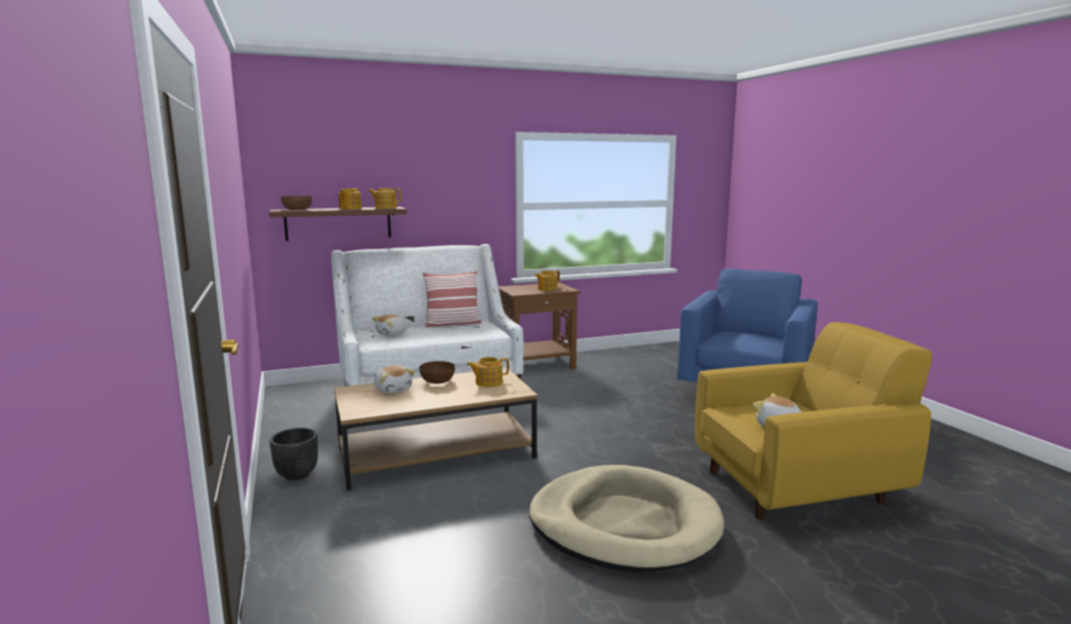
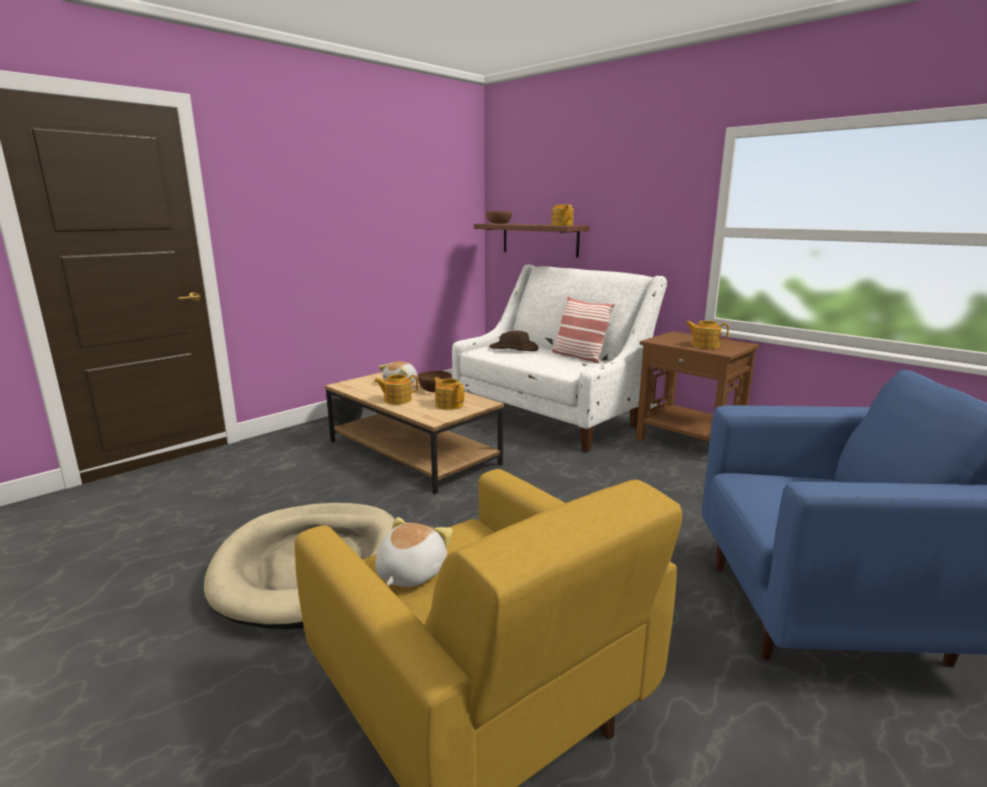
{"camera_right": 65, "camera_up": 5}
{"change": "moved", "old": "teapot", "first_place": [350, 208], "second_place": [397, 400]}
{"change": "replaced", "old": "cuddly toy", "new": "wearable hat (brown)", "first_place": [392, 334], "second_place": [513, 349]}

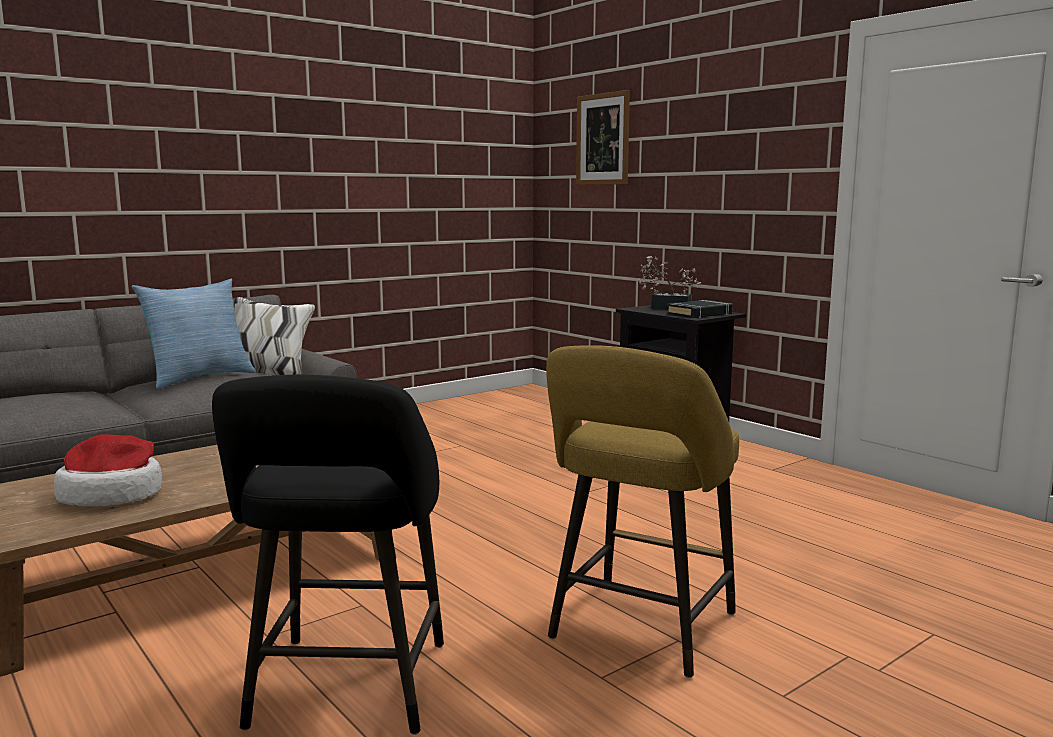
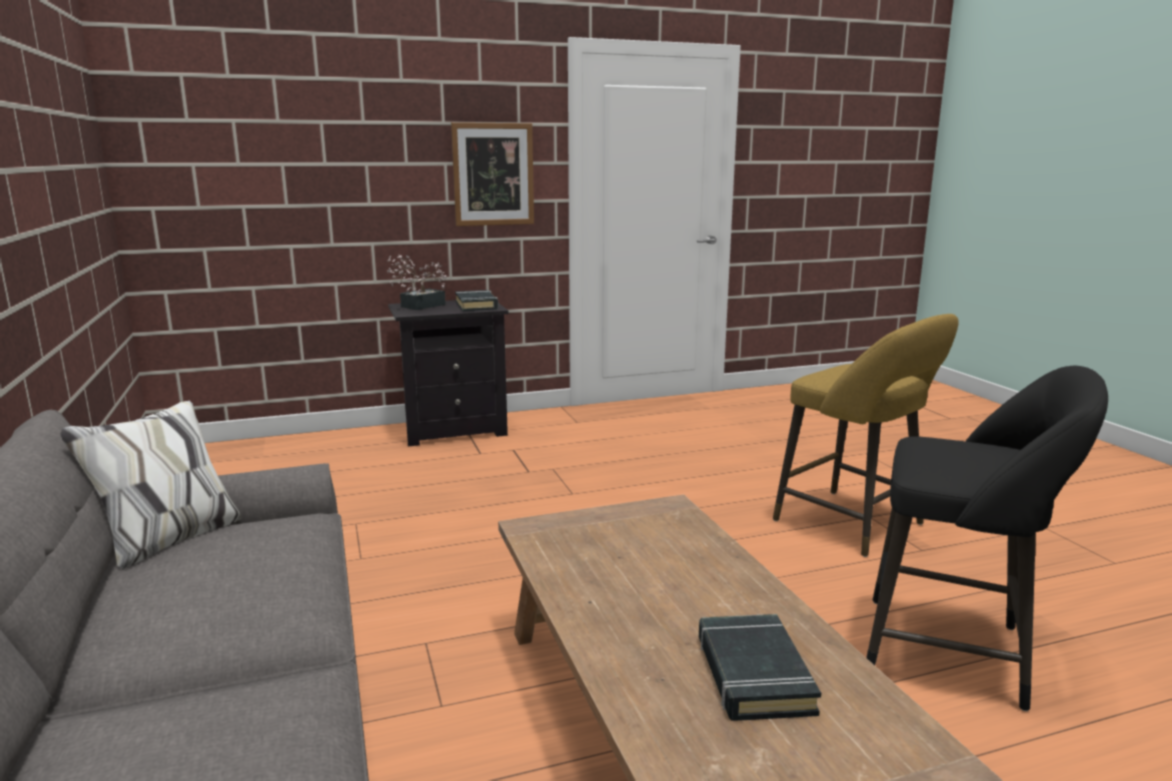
{"camera_right": -70, "camera_up": 5}
{"change": "removed", "old": "cushion", "first_place": [199, 378]}
{"change": "moved", "old": "wall picture", "first_place": [603, 139], "second_place": [493, 174]}
{"change": "replaced", "old": "wearable hat", "new": "book (blackish)", "first_place": [113, 495], "second_place": [753, 674]}

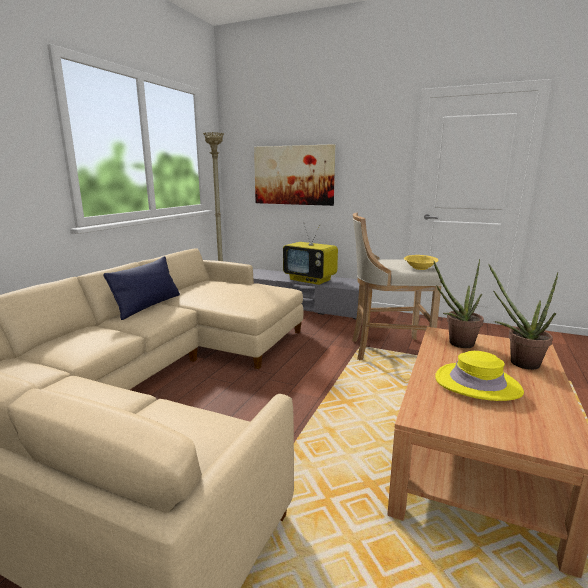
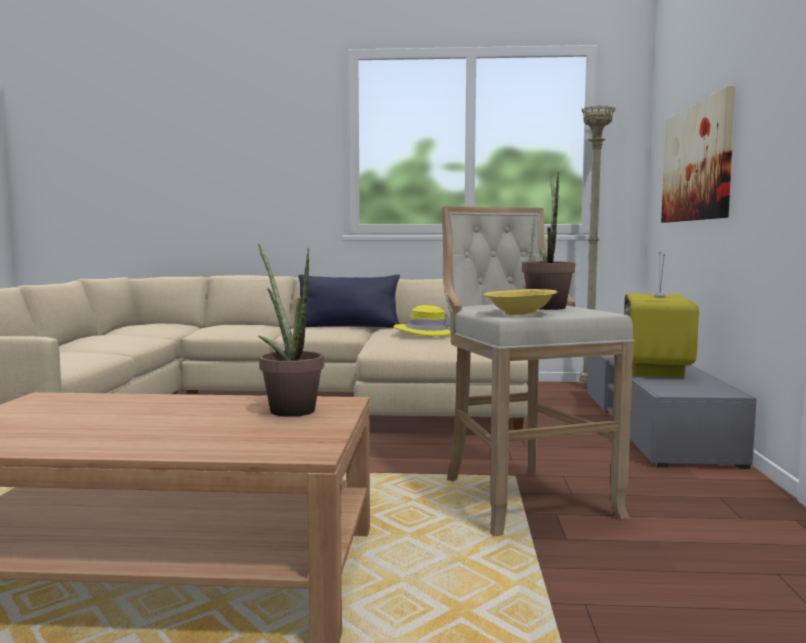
{"camera_right": 70, "camera_up": -10}
{"change": "moved", "old": "wearable hat (yellow)", "first_place": [477, 384], "second_place": [426, 332]}
{"change": "moved", "old": "plant in a pot", "first_place": [518, 362], "second_place": [547, 307]}

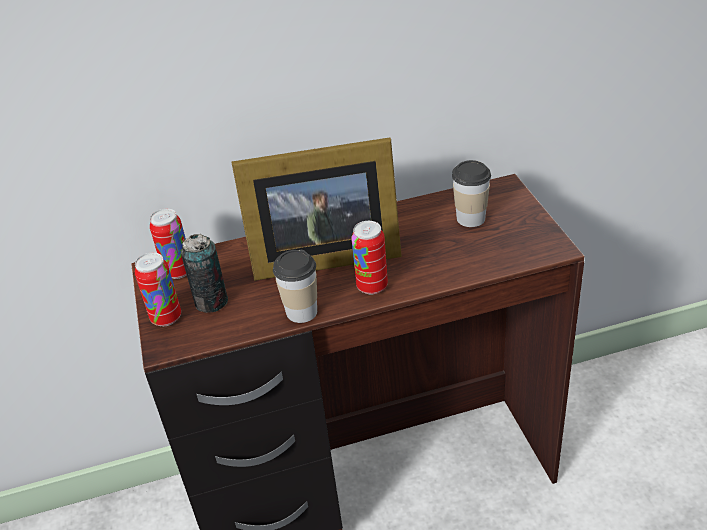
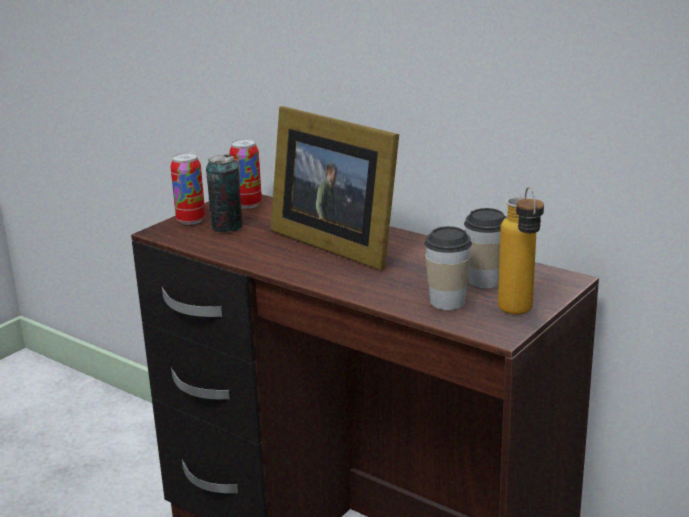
{"camera_right": 50, "camera_up": -15}
{"change": "removed", "old": "sealed can", "first_place": [372, 286]}
{"change": "added", "new": "beverage bottle", "second_place": [519, 314]}
{"change": "moved", "old": "small cup", "first_place": [301, 312], "second_place": [447, 302]}

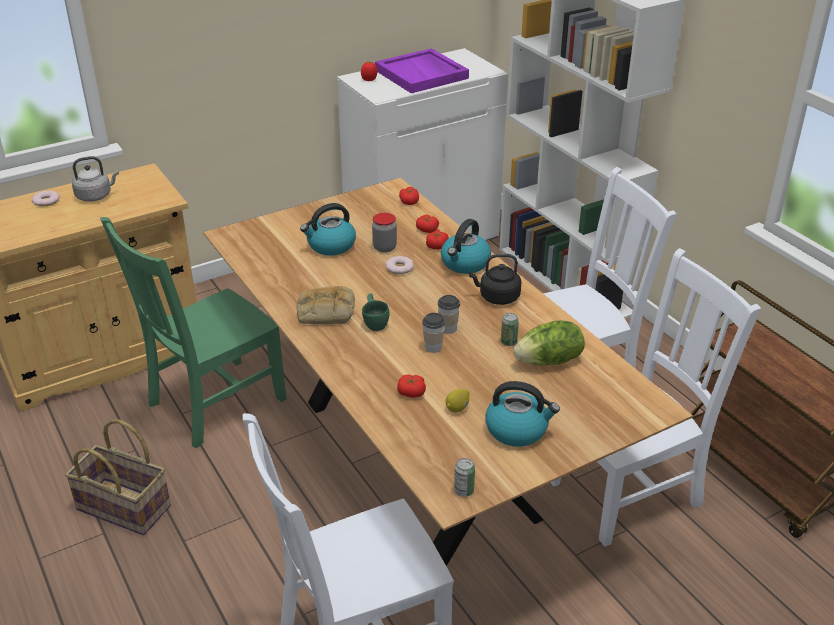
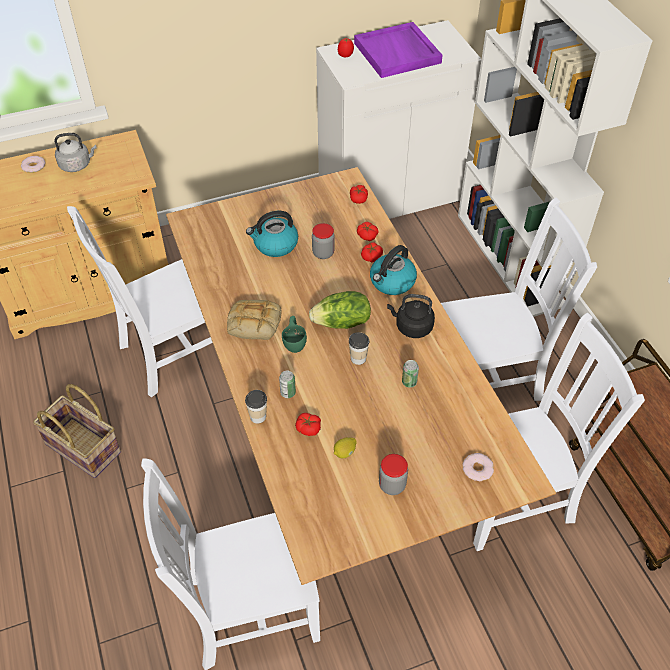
{"camera_right": 10, "camera_up": 15}
{"change": "moved", "old": "doughnut", "first_place": [399, 268], "second_place": [477, 469]}
{"change": "moved", "old": "small cup", "first_place": [433, 347], "second_place": [258, 416]}
{"change": "moved", "old": "sealed can", "first_place": [464, 491], "second_place": [288, 393]}
{"change": "moved", "old": "head of lettuce", "first_place": [549, 361], "second_place": [342, 323]}
{"change": "replaced", "old": "kettle", "new": "jar", "first_place": [517, 429], "second_place": [392, 485]}
{"change": "recoloured", "old": "plain chair (greenish)", "new": "plain chair (white)", "first_place": [212, 403], "second_place": [172, 353]}

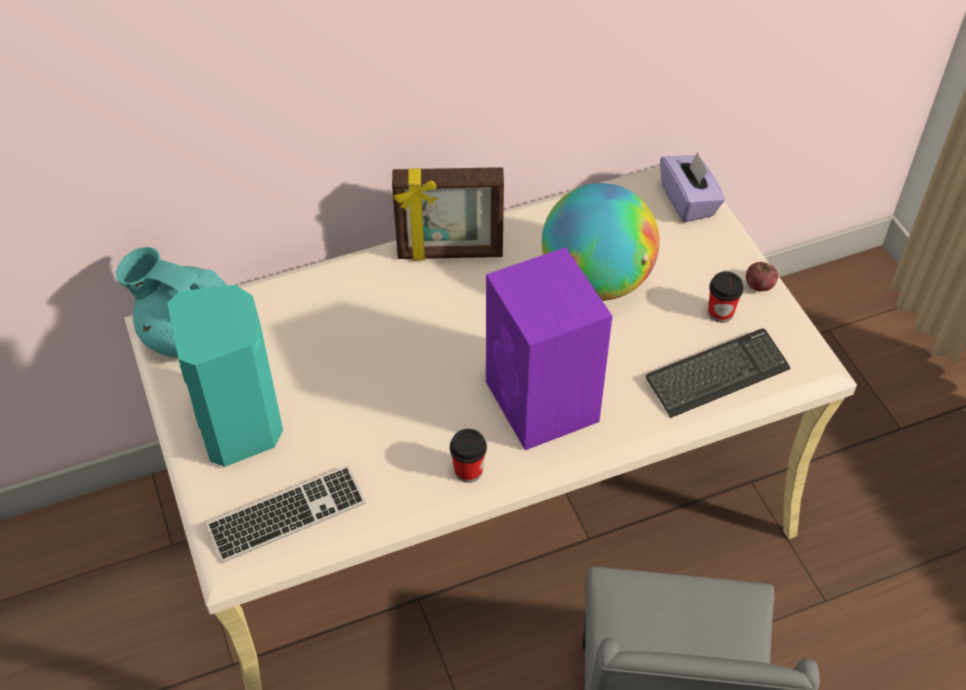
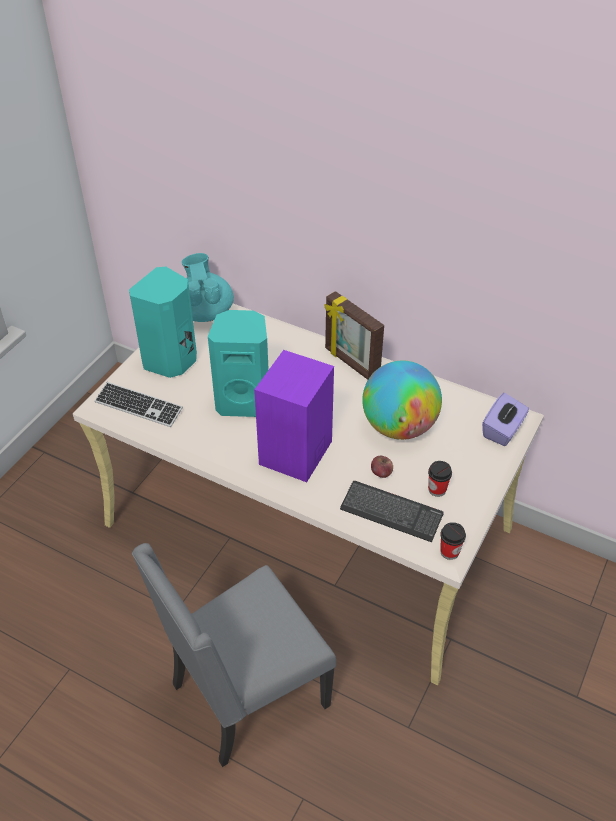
{"camera_right": 50, "camera_up": -5}
{"change": "added", "new": "speaker (turquoise)", "second_place": [244, 401]}
{"change": "moved", "old": "small cup", "first_place": [468, 471], "second_place": [449, 551]}
{"change": "moved", "old": "whole apple", "first_place": [759, 285], "second_place": [381, 472]}

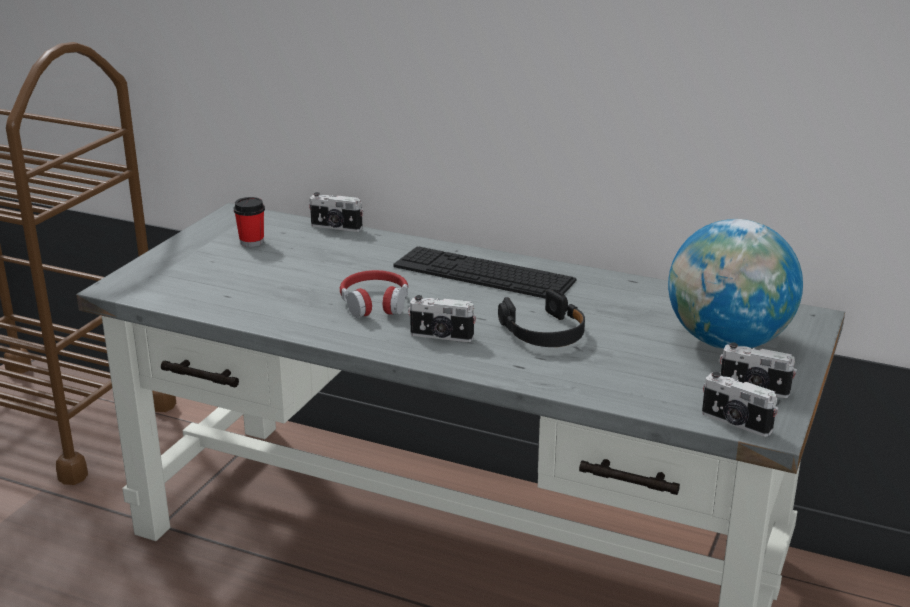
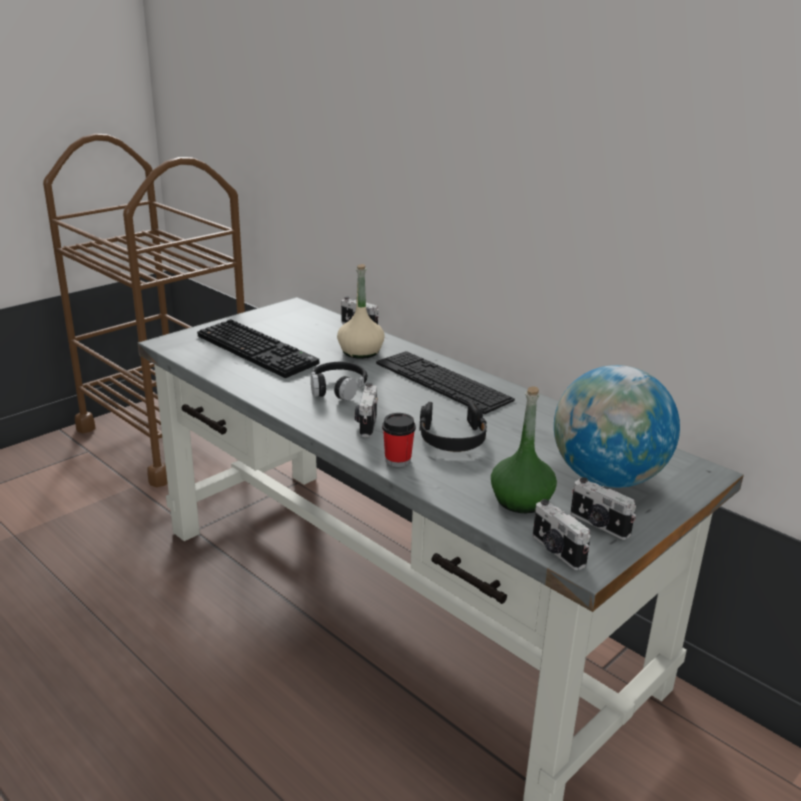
{"camera_right": 20, "camera_up": 0}
{"change": "added", "new": "keyboard", "second_place": [259, 350]}
{"change": "added", "new": "beverage bottle (beige)", "second_place": [360, 352]}
{"change": "added", "new": "beverage bottle (greenish)", "second_place": [521, 500]}
{"change": "moved", "old": "small cup", "first_place": [252, 242], "second_place": [398, 460]}
{"change": "recoloured", "old": "pair of headphones (red-coloured)", "new": "pair of headphones (blackish)", "first_place": [375, 303], "second_place": [337, 388]}
{"change": "turned", "old": "still camera", "first_place": [441, 337], "second_place": [366, 424], "degrees": 60}

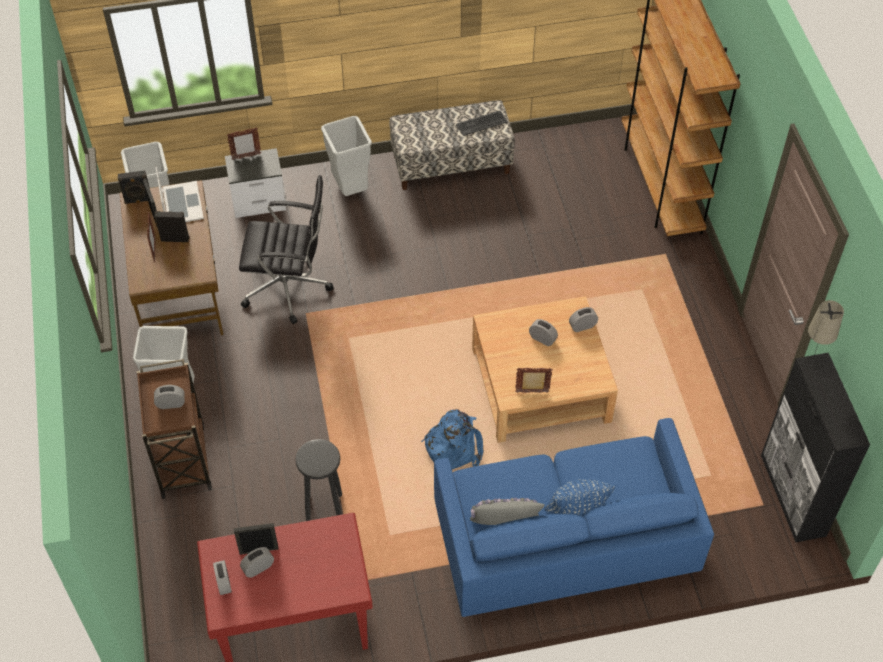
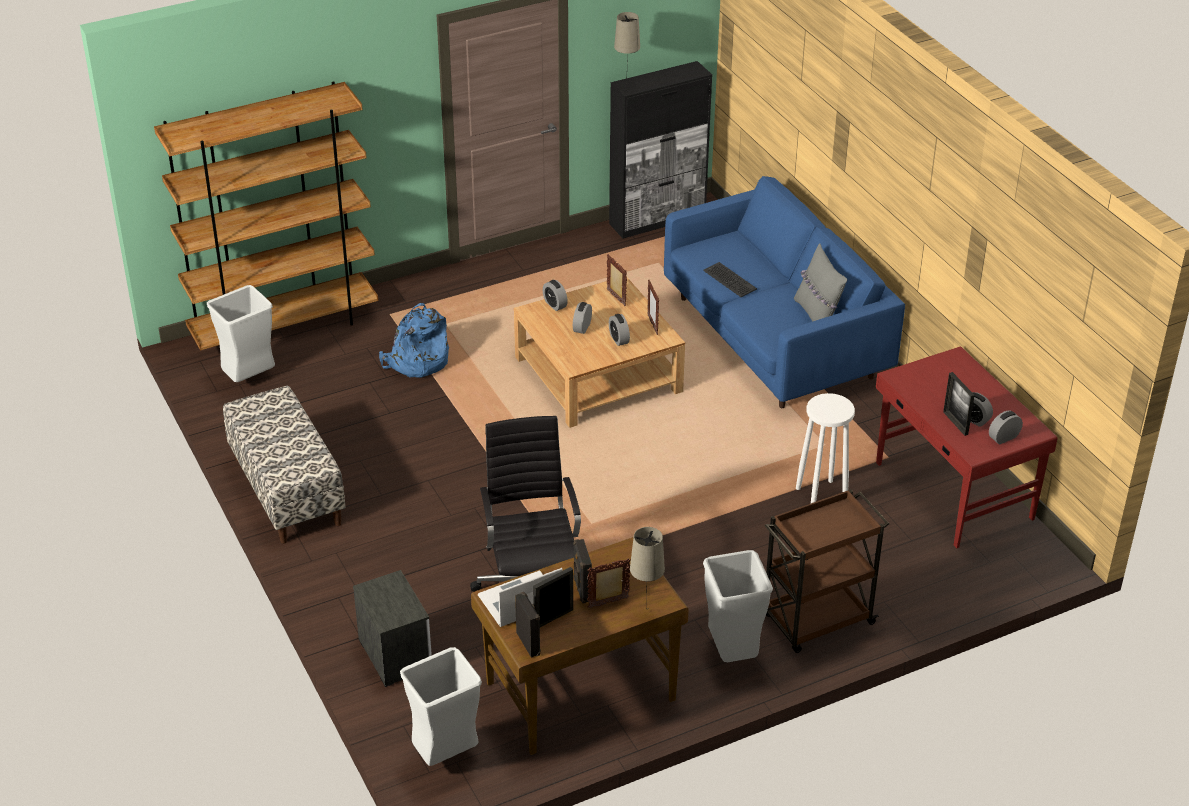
{"camera_right": -105, "camera_up": -15}
{"change": "removed", "old": "cushion (blue-coloured)", "first_place": [576, 510]}
{"change": "added", "new": "lamp for a table (beige)", "second_place": [646, 614]}
{"change": "moved", "old": "bedside clock", "first_place": [171, 404], "second_place": [619, 339]}
{"change": "moved", "old": "photo frame", "first_place": [246, 157], "second_place": [616, 298]}
{"change": "moved", "old": "waste bin (greyish)", "first_place": [350, 189], "second_place": [250, 379]}
{"change": "moved", "old": "backpack (blue-coloured)", "first_place": [454, 445], "second_place": [416, 361]}
{"change": "moved", "old": "keyboard", "first_place": [481, 123], "second_place": [729, 280]}
{"change": "recoloured", "old": "sitting stool (blackish)", "new": "sitting stool (white)", "first_place": [325, 510], "second_place": [821, 495]}

